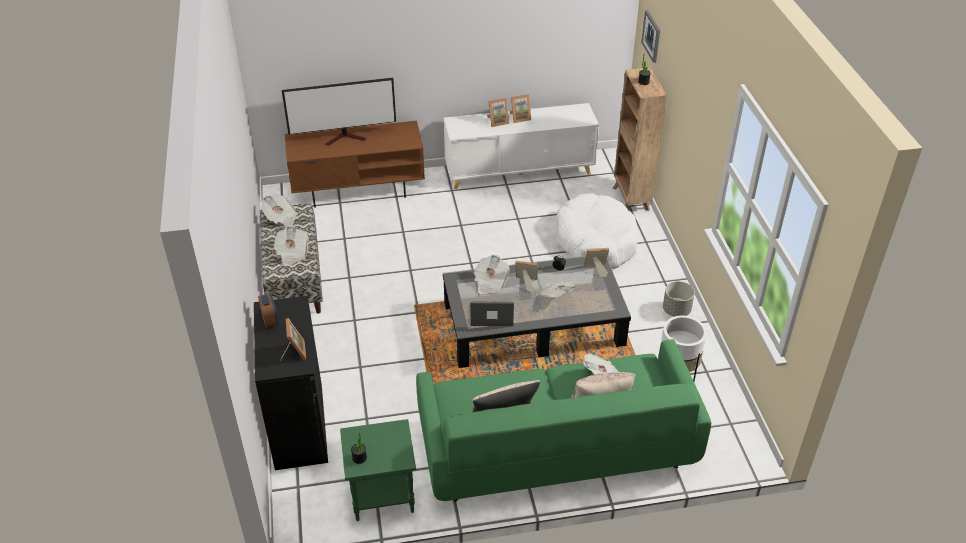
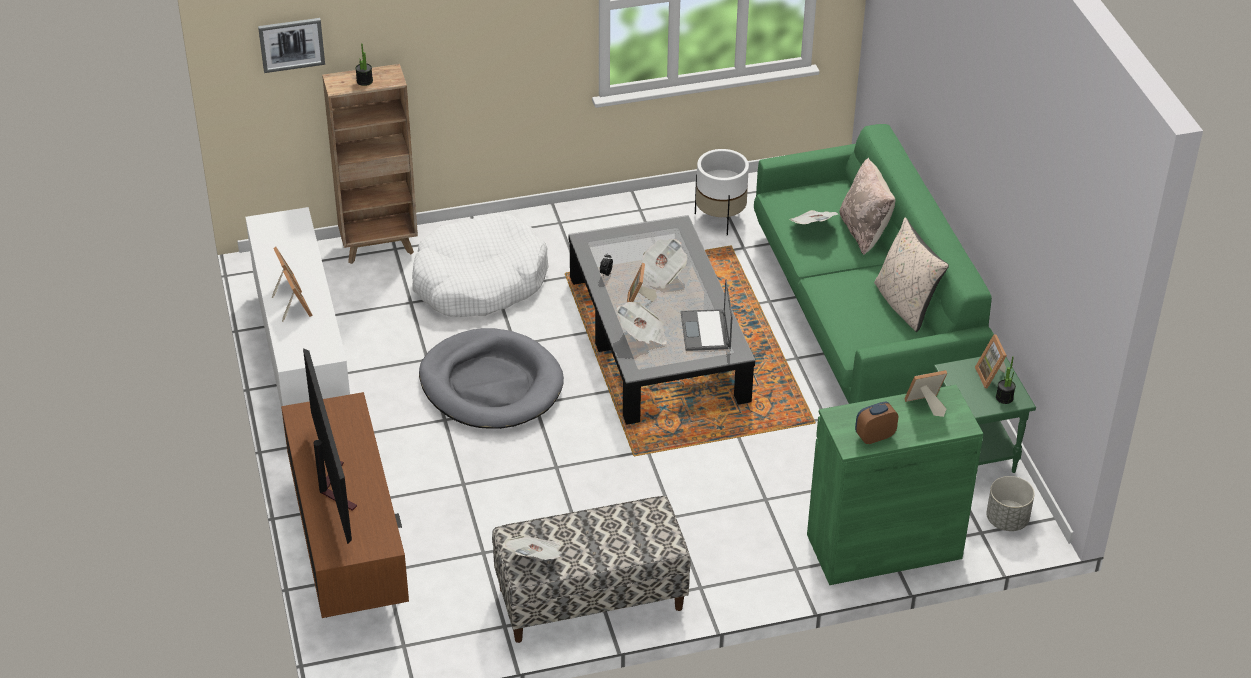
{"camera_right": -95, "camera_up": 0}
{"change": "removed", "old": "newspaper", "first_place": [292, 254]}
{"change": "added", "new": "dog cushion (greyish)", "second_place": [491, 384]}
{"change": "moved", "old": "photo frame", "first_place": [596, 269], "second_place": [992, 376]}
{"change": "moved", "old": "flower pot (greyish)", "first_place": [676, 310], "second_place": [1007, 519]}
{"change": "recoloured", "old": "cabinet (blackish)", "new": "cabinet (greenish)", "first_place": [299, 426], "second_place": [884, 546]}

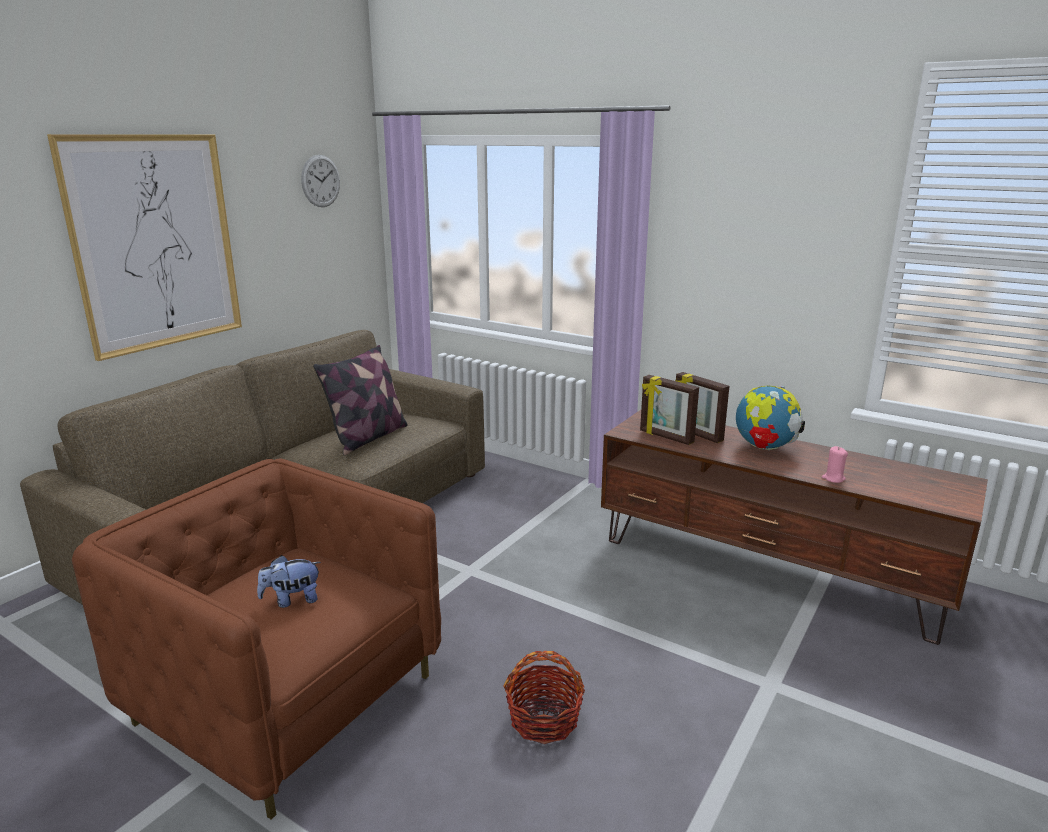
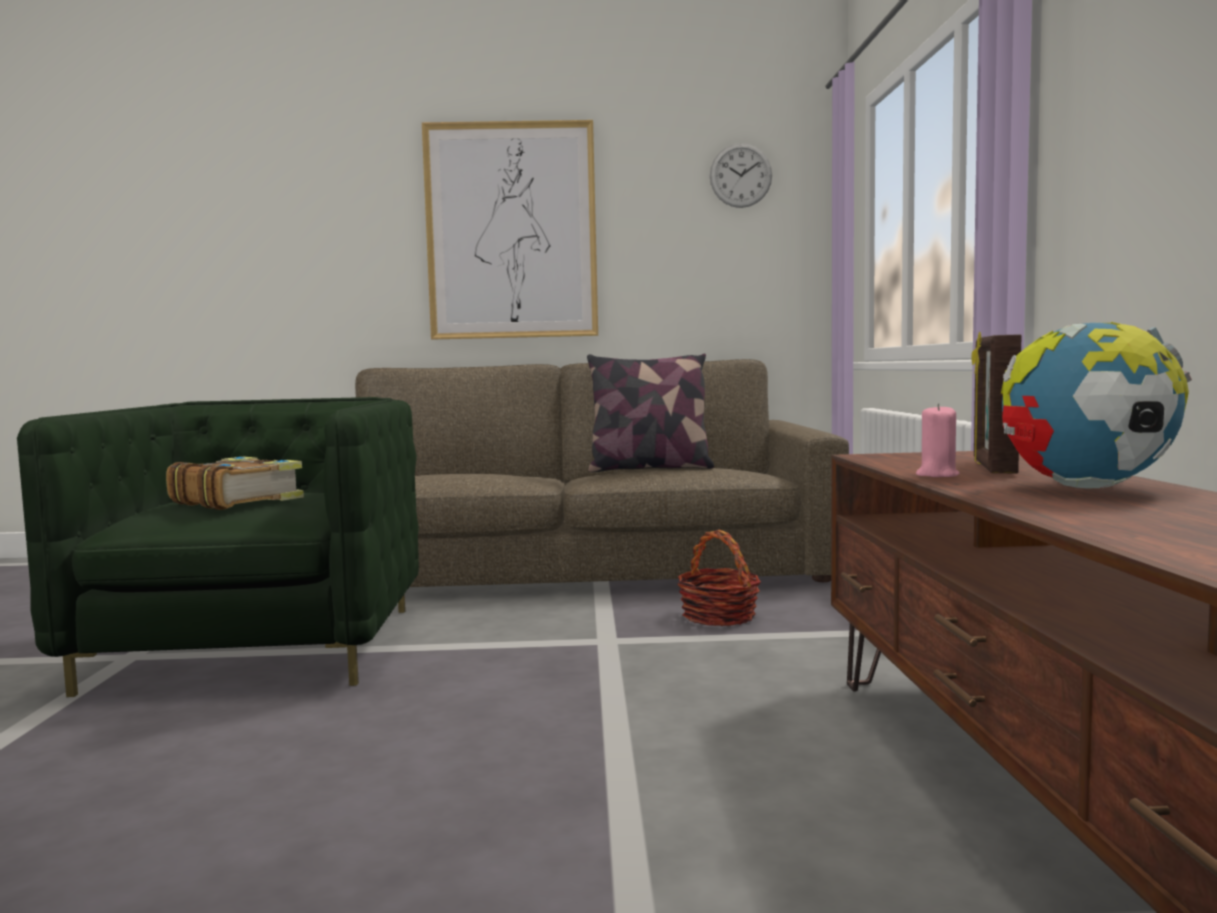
{"camera_right": 55, "camera_up": -15}
{"change": "removed", "old": "photo frame", "first_place": [666, 437]}
{"change": "moved", "old": "storage basket", "first_place": [544, 719], "second_place": [719, 616]}
{"change": "moved", "old": "candle (pink)", "first_place": [833, 478], "second_place": [937, 475]}
{"change": "replaced", "old": "cuddly toy", "new": "book", "first_place": [292, 600], "second_place": [237, 501]}
{"change": "recoloured", "old": "easy chair (brown)", "new": "easy chair (greenish)", "first_place": [287, 699], "second_place": [260, 648]}

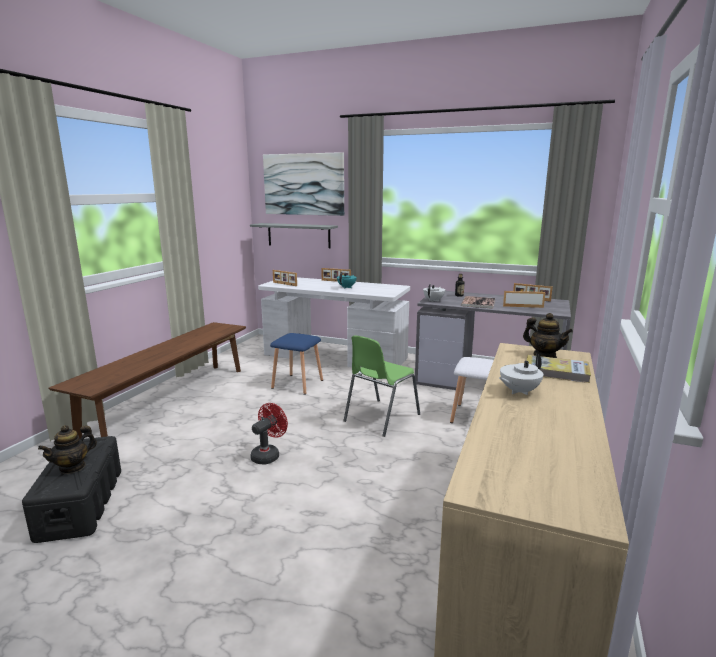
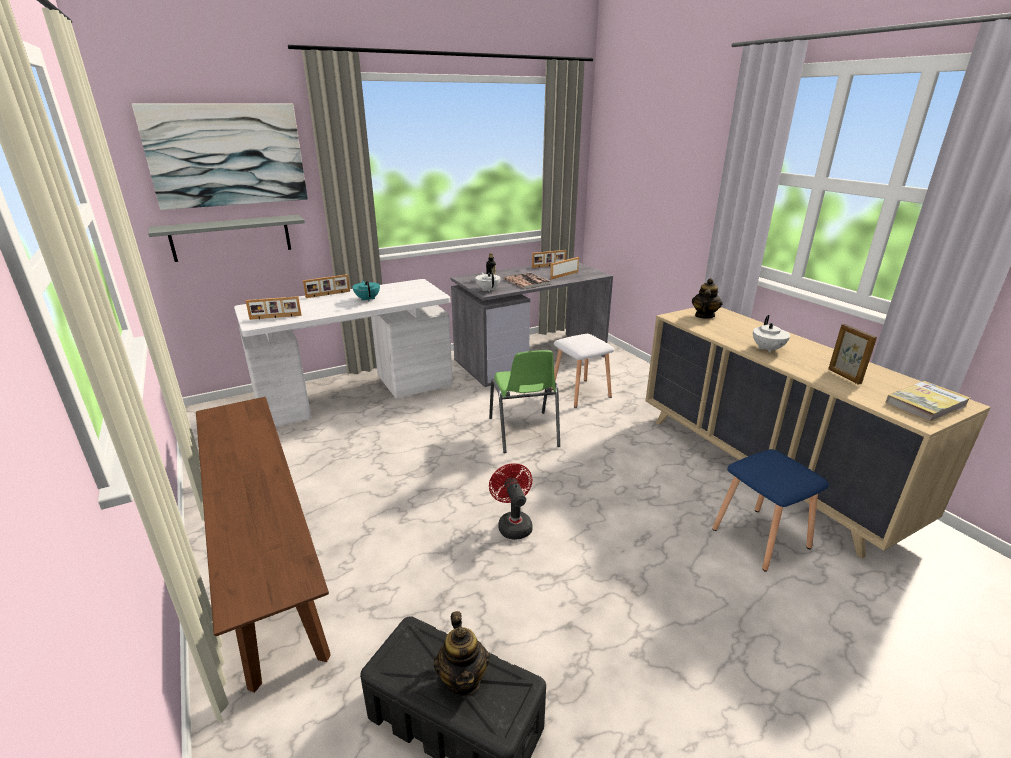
{"camera_right": -50, "camera_up": 10}
{"change": "added", "new": "photo frame", "second_place": [844, 376]}
{"change": "moved", "old": "sitting stool (blue-coloured)", "first_place": [296, 384], "second_place": [760, 539]}
{"change": "moved", "old": "book", "first_place": [556, 371], "second_place": [926, 404]}
{"change": "turned", "old": "teapot", "first_place": [544, 356], "second_place": [704, 316], "degrees": -60}

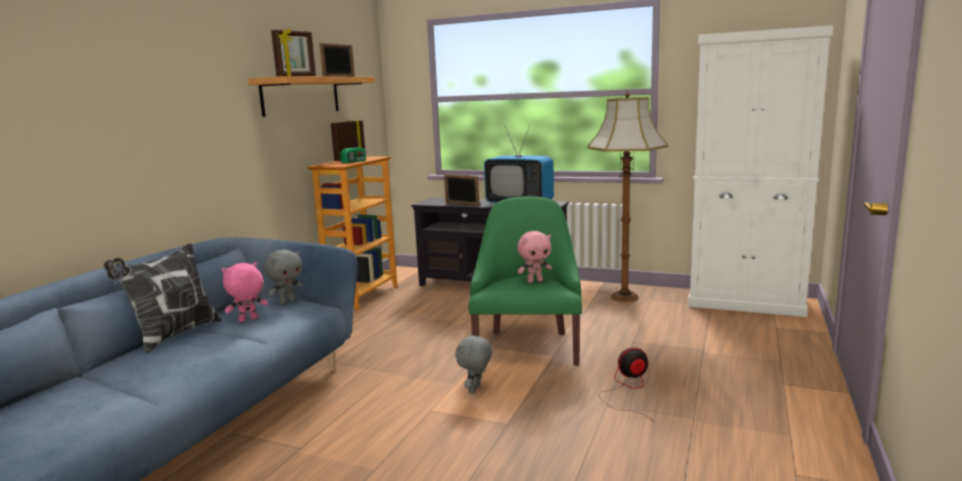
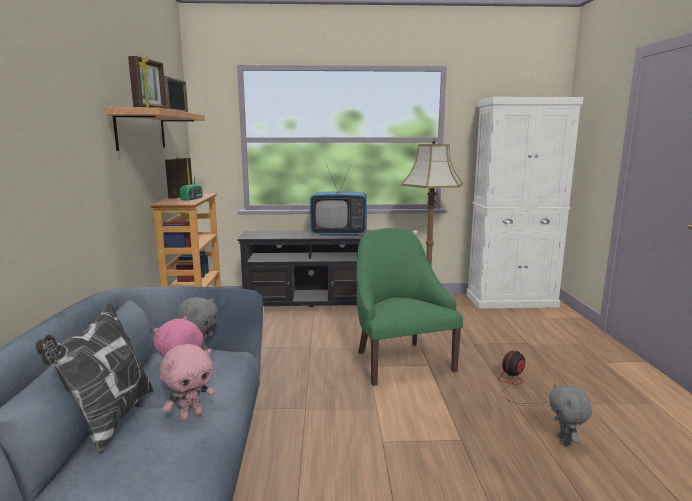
{"camera_right": -25, "camera_up": 0}
{"change": "removed", "old": "photo frame", "first_place": [462, 204]}
{"change": "moved", "old": "cuddly toy (greyish)", "first_place": [475, 390], "second_place": [565, 441]}
{"change": "moved", "old": "cuddly toy (pink)", "first_place": [535, 281], "second_place": [191, 415]}

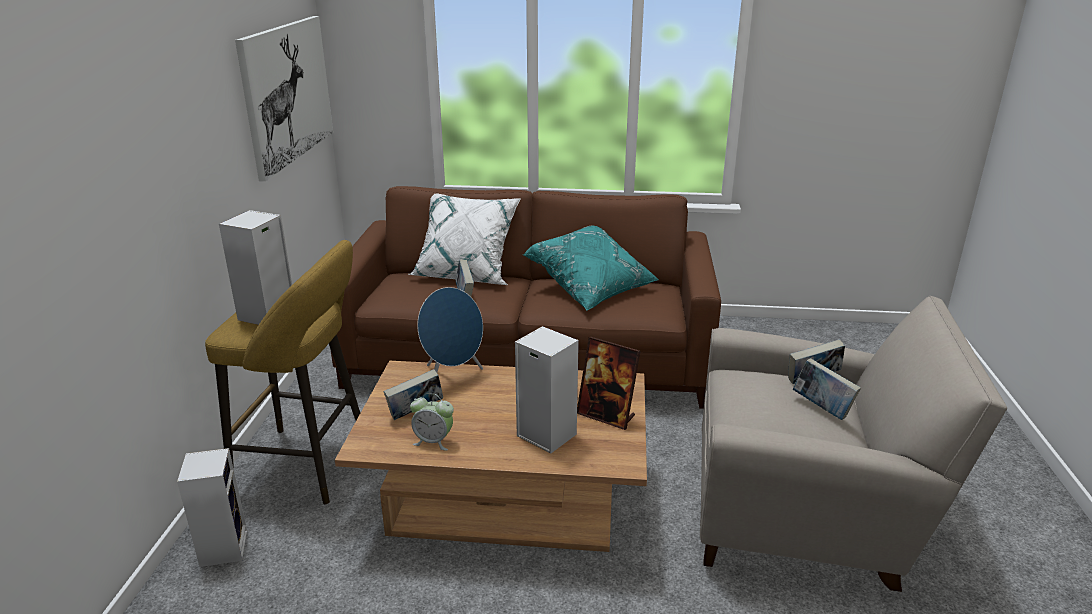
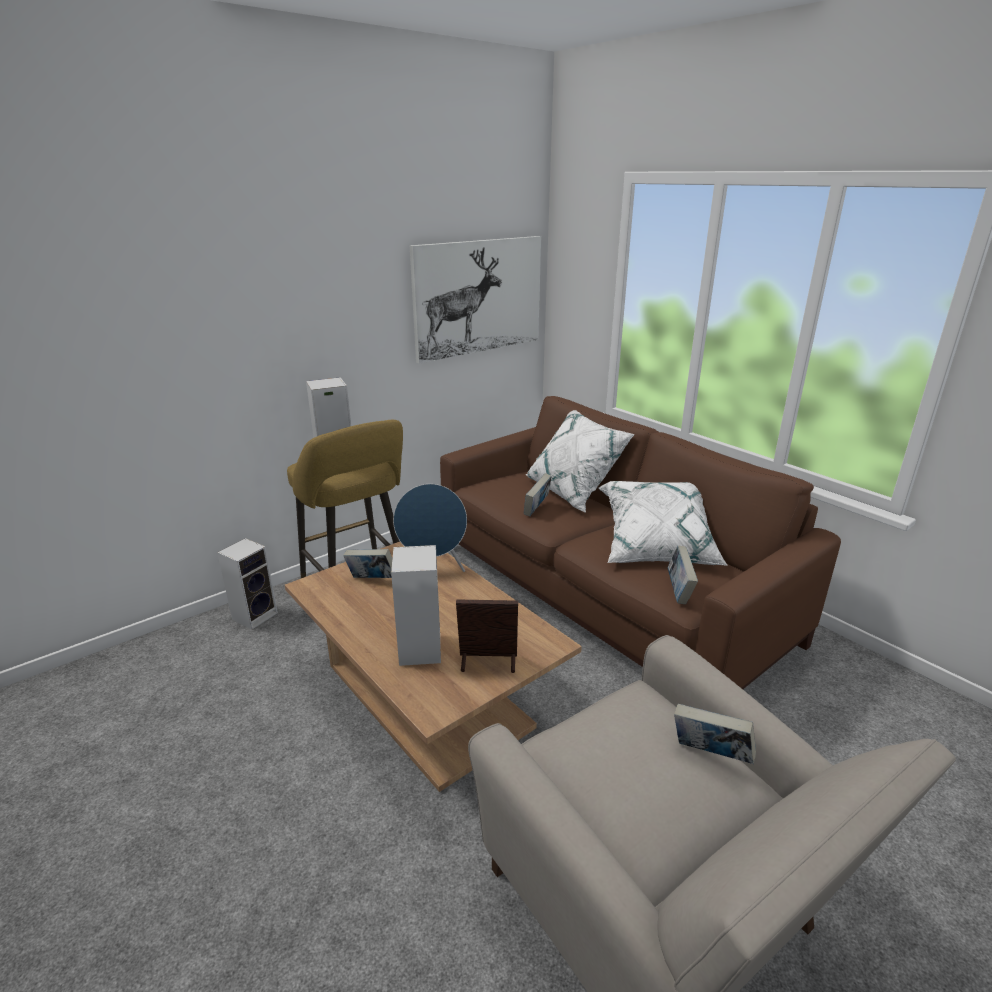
{"camera_right": 45, "camera_up": 0}
{"change": "removed", "old": "bedside clock", "first_place": [433, 441]}
{"change": "moved", "old": "book", "first_place": [822, 408], "second_place": [679, 591]}
{"change": "recoloured", "old": "cushion (turquoise)", "new": "cushion (white)", "first_place": [591, 287], "second_place": [657, 545]}
{"change": "turned", "old": "photo frame", "first_place": [606, 415], "second_place": [488, 662], "degrees": 105}

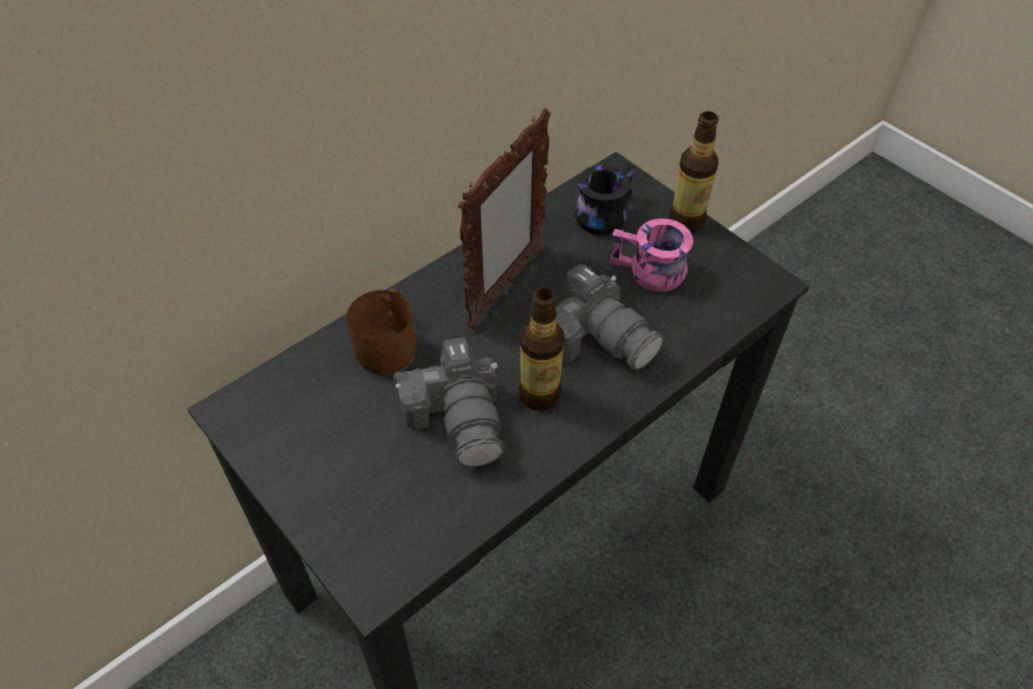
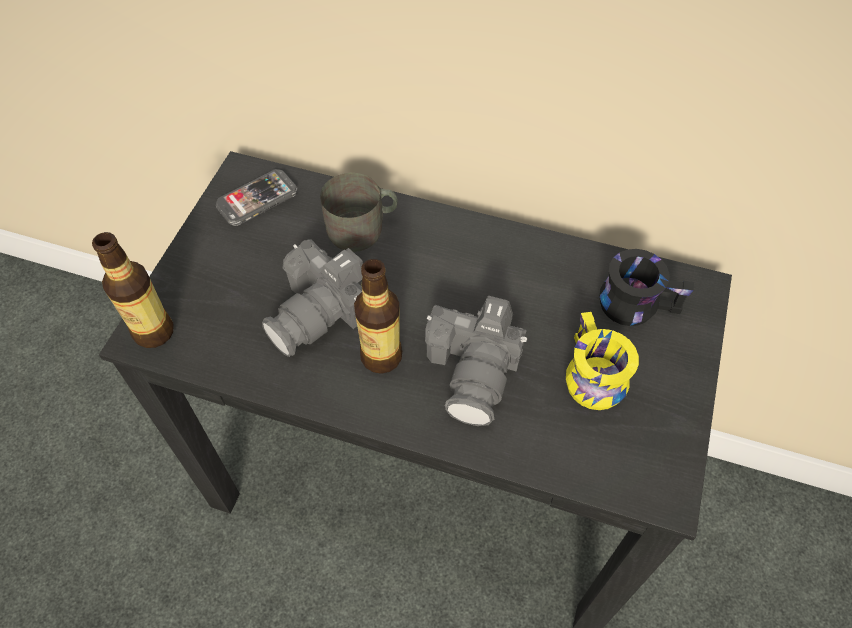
{"camera_right": 60, "camera_up": 5}
{"change": "removed", "old": "photo frame", "first_place": [505, 287]}
{"change": "added", "new": "handset", "second_place": [257, 199]}
{"change": "moved", "old": "beverage bottle", "first_place": [686, 221], "second_place": [154, 332]}
{"change": "recoloured", "old": "coffee mug (brown)", "new": "coffee mug (greyish)", "first_place": [389, 345], "second_place": [363, 229]}
{"change": "recoloured", "old": "coffee mug (pink)", "new": "coffee mug (yellow)", "first_place": [648, 273], "second_place": [587, 376]}

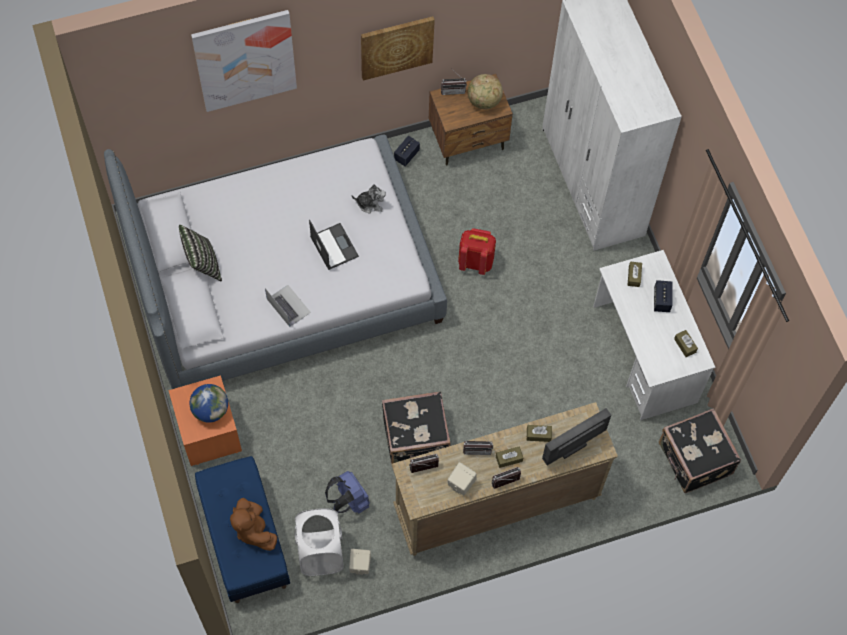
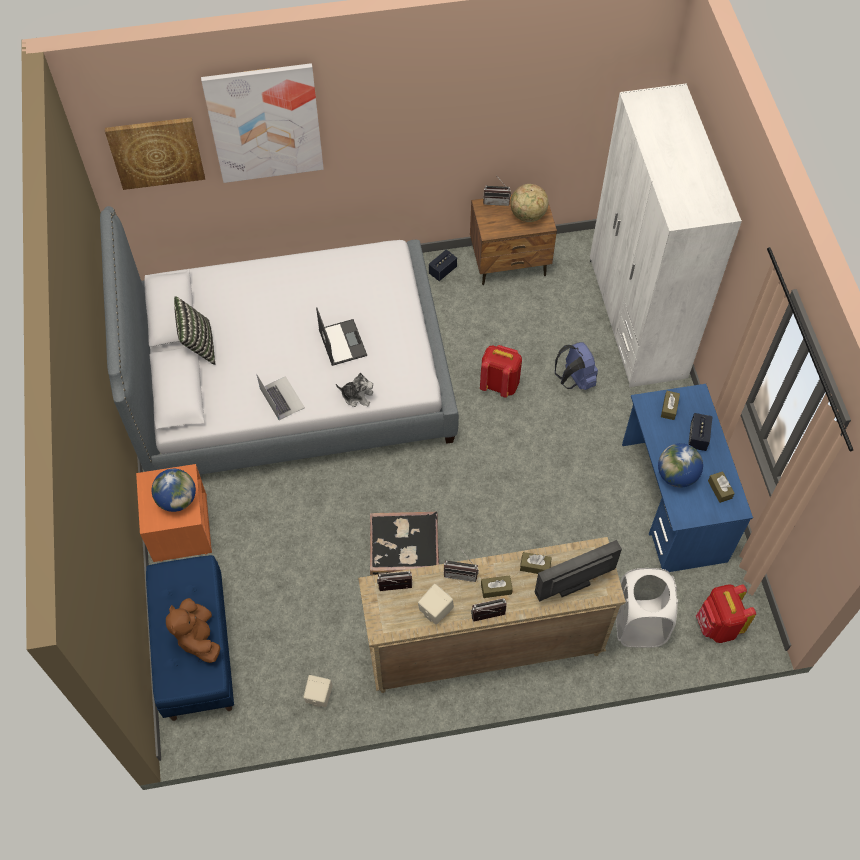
{"camera_right": 10, "camera_up": -5}
{"change": "added", "new": "world globe", "second_place": [676, 475]}
{"change": "moved", "old": "laundry basket (white)", "first_place": [320, 553], "second_place": [638, 623]}
{"change": "moved", "old": "backpack (blue-coloured)", "first_place": [349, 501], "second_place": [574, 380]}
{"change": "moved", "old": "cuddly toy", "first_place": [370, 203], "second_place": [357, 396]}
{"change": "moved", "old": "wall picture", "first_place": [396, 47], "second_place": [156, 152]}
{"change": "replaced", "old": "suitcase (blackish)", "new": "backpack (red-coloured)", "first_place": [693, 460], "second_place": [717, 625]}
{"change": "recoloured", "old": "desk unit (white)", "new": "desk unit (blue-coloured)", "first_place": [644, 354], "second_place": [673, 502]}

